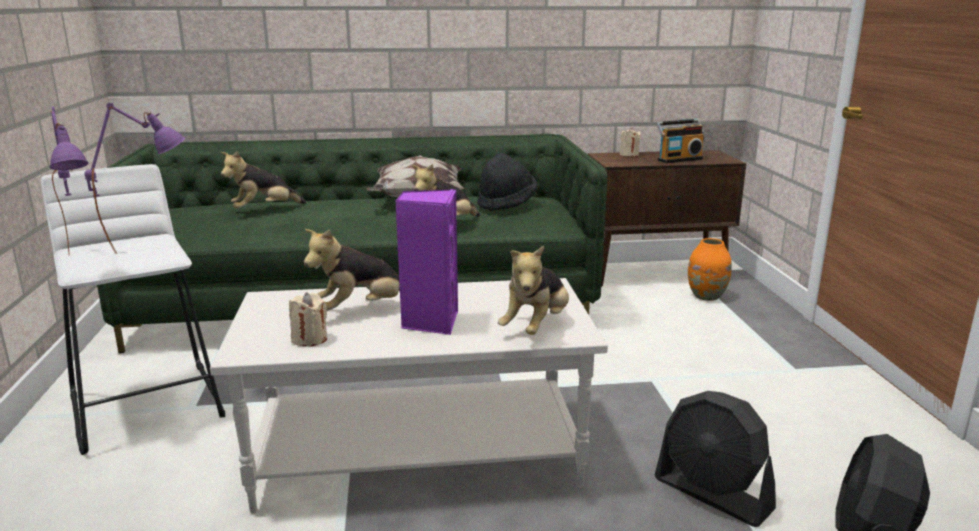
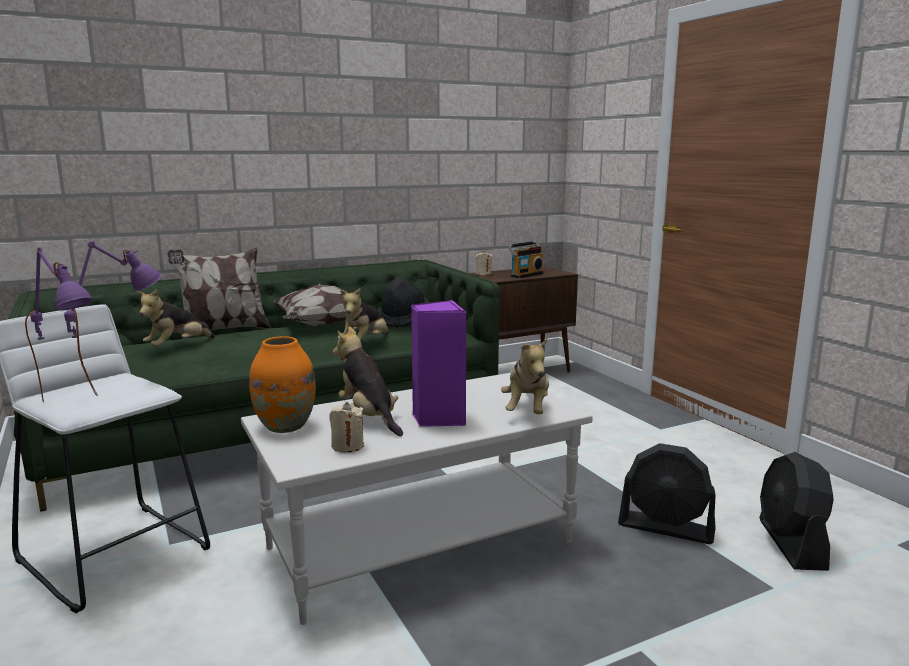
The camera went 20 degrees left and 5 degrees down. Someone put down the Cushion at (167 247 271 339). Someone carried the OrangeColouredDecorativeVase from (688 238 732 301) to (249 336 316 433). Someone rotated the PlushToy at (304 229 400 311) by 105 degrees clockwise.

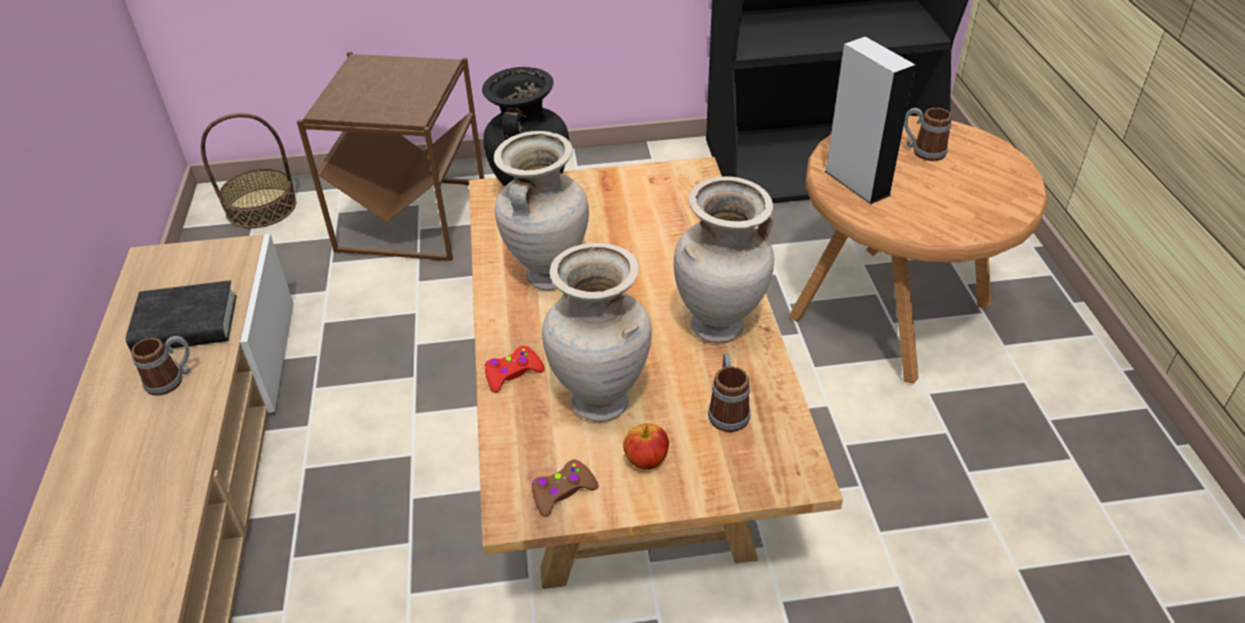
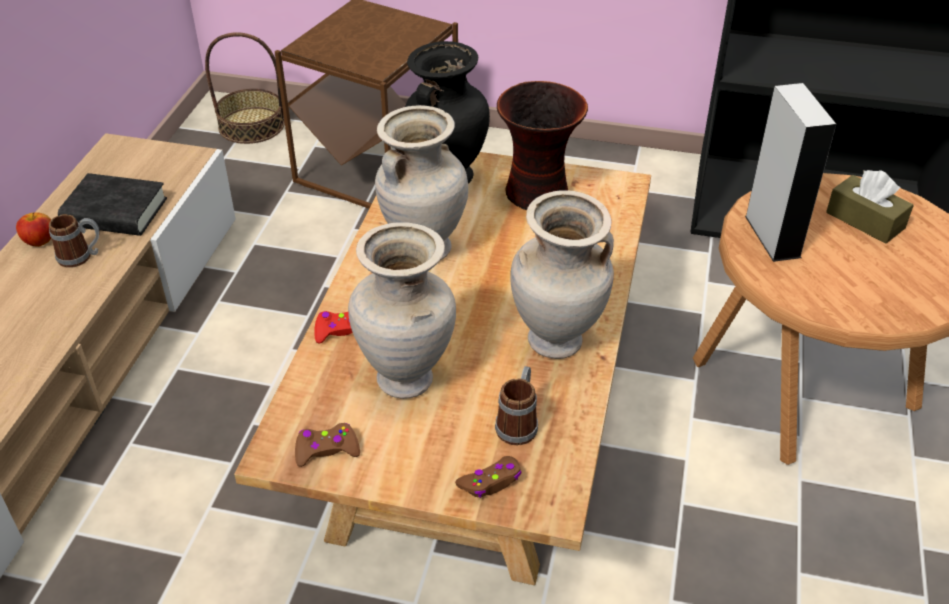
The camera went 20 degrees right and 0 degrees up. Someone carried the WholeApple from (623 423 669 470) to (16 212 51 247). Someone put down the BrownishGameController at (455 456 521 498). Someone put down the DecorativeVase at (497 81 588 210). Someone swapped the Mug at (904 108 952 161) for the BrownishBoxOfTissues at (826 170 914 244).

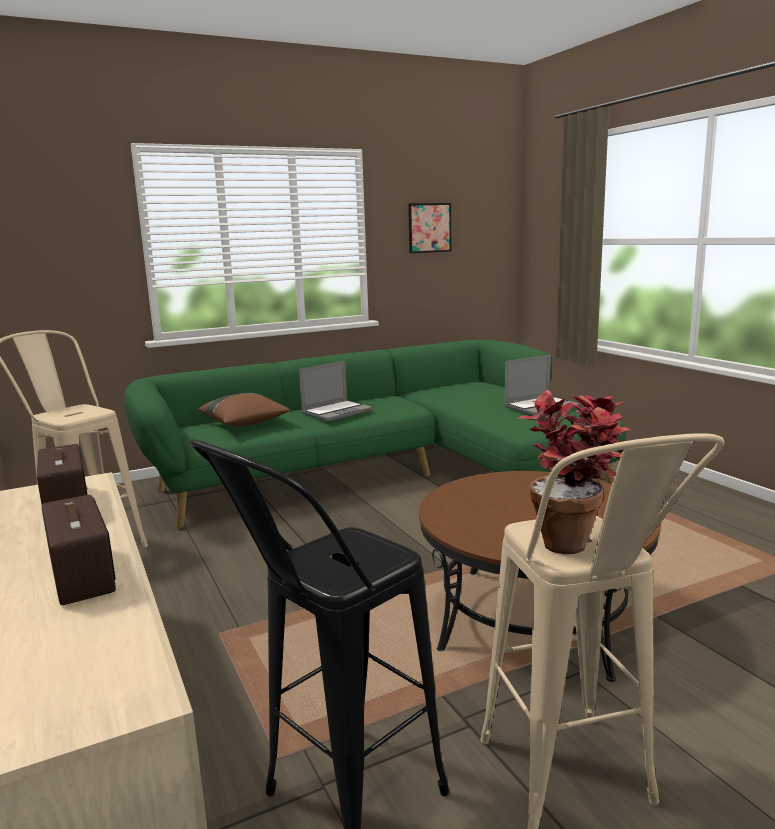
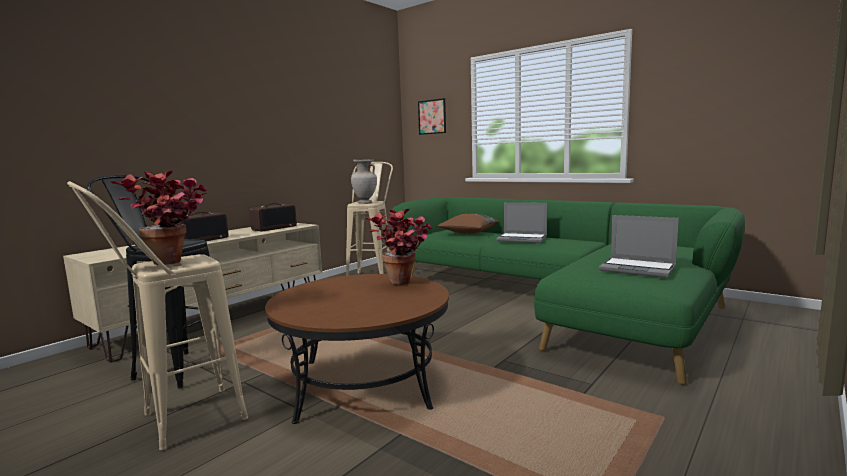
The camera went 65 degrees right and 5 degrees down. Someone put down the BeigeDecorativeVase at (351 159 377 204). Someone put down the PlantInAPot at (365 208 433 285). Someone carried the WallPicture from (408 203 451 253) to (418 98 446 135).

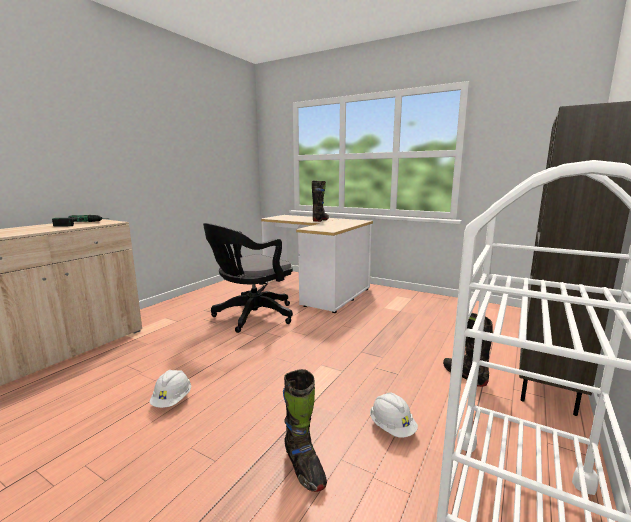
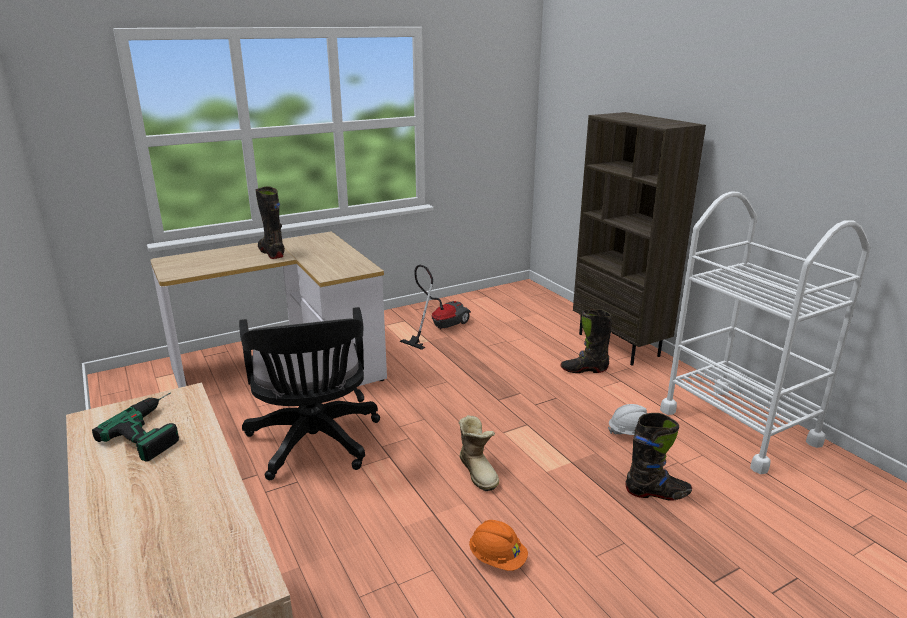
The camera went 60 degrees left and 10 degrees up. Someone put down the Hoover at (400 265 471 350). Someone put down the Boot at (458 415 499 491). Someone repainted the WhiteColouredSafetyHelmet at (150 370 191 408), which became the OrangeColouredSafetyHelmet at (469 520 528 571).

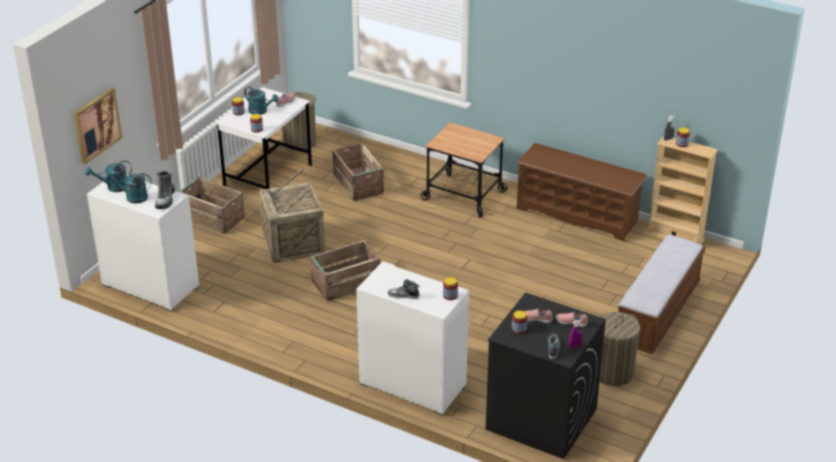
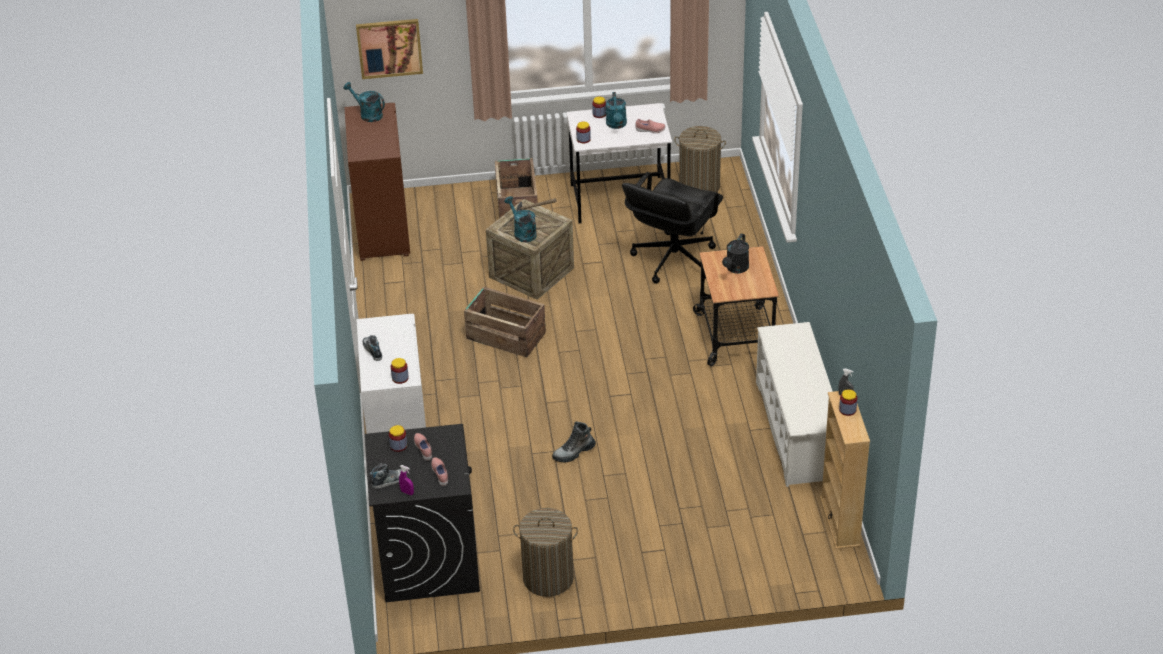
The camera went 55 degrees right and 5 degrees up. Someone repainted the WhiteColouredStorageCabinet at (87 174 199 312), which became the BrownishStorageCabinet at (344 103 410 261). Someone carried the BlueGreenSprinklingCan from (104 173 151 204) to (504 196 537 242). Someone carried the Boot from (155 171 175 209) to (552 422 596 463). Someone swapped the PackingCrate at (332 143 384 201) for the BlackComputerChair at (622 172 723 284). Someone put down the BlackSprinklingCan at (722 234 749 273). Someone repainted the BrownishShoeRack at (516 143 648 242), which became the WhiteColouredShoeRack at (756 322 833 487). Someone took away the LongSeat at (618 235 705 354).

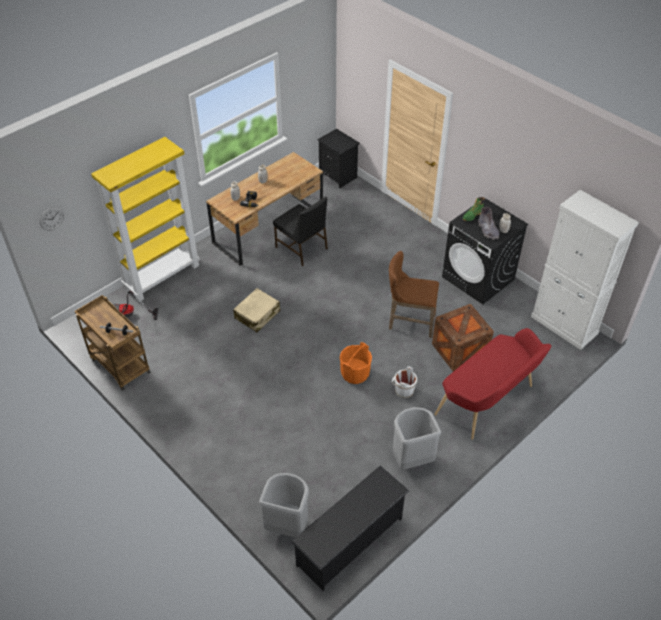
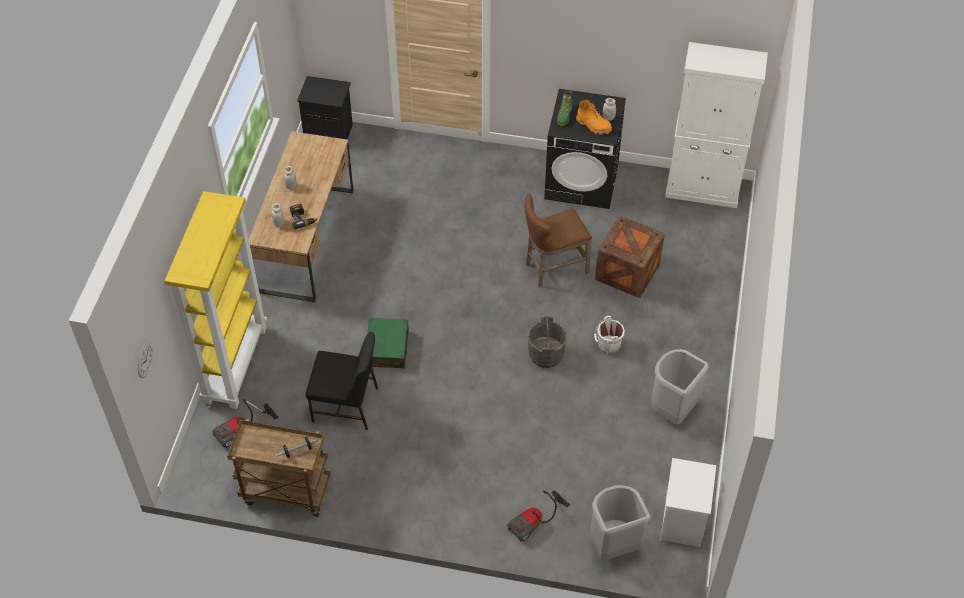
The camera went 35 degrees left and 5 degrees up. Someone carried the BlackChair from (273 197 328 266) to (306 332 378 430). Someone repainted the BeigePieceOfLuggage at (233 288 280 332), which became the GreenishPieceOfLuggage at (367 318 409 369). Someone put down the Hoover at (507 490 570 542). Someone repainted the OrangeColouredBucket at (340 342 372 384), which became the GreyishBucket at (528 316 567 368). Someone repainted the GreyishBoot at (478 207 499 240), which became the OrangeColouredBoot at (576 100 612 135). Someone swapped the BlackShoeRack at (291 466 409 591) for the WhiteColouredNightstand at (660 458 716 547). Someone took away the ReddishLongSeat at (434 328 551 440).

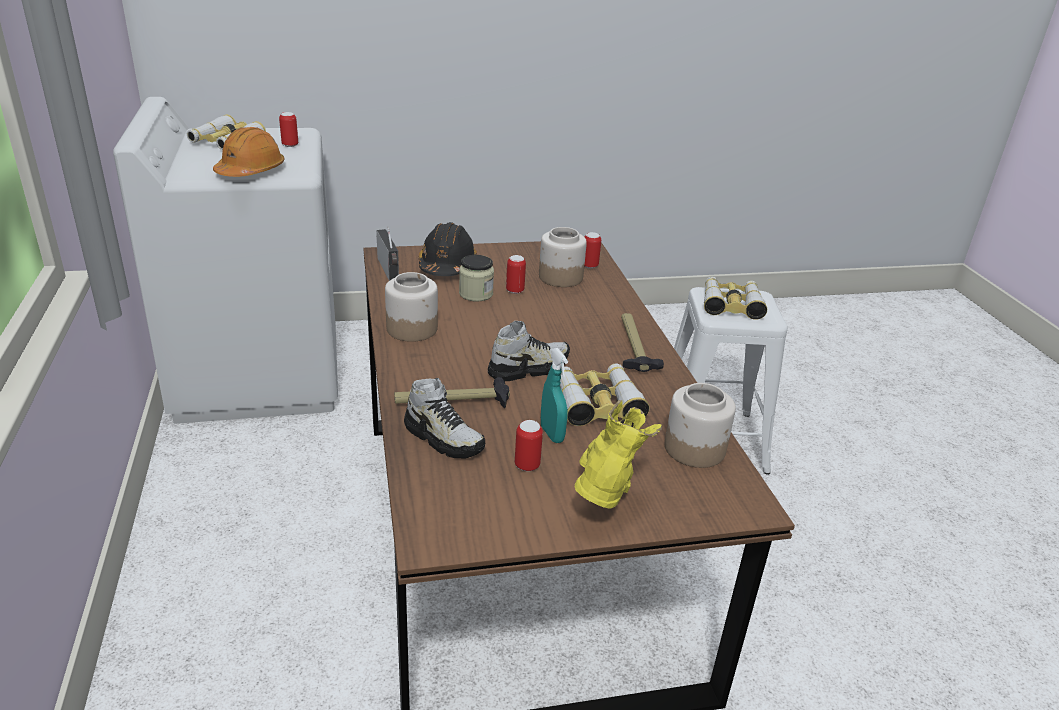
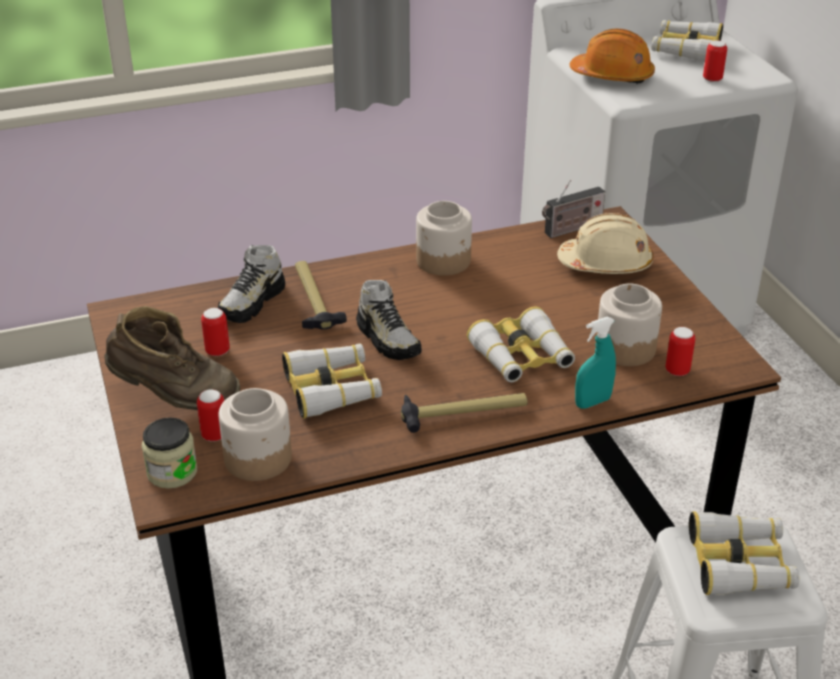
The camera went 85 degrees right and 5 degrees up. Someone repainted the YellowBoot at (575 400 662 509), which became the BrownishBoot at (104 306 240 410). Someone carried the StorageJar from (459 255 494 302) to (142 417 197 489). Someone carried the MetalCan from (506 255 526 294) to (197 389 224 442). Someone put down the PairOfBinoculars at (467 306 575 382). Someone repainted the BlackSafetyHelmet at (419 222 477 276), which became the BeigeSafetyHelmet at (557 213 654 274). Someone carried the BlueGreenHandSprayer from (541 348 568 443) to (575 317 616 409).

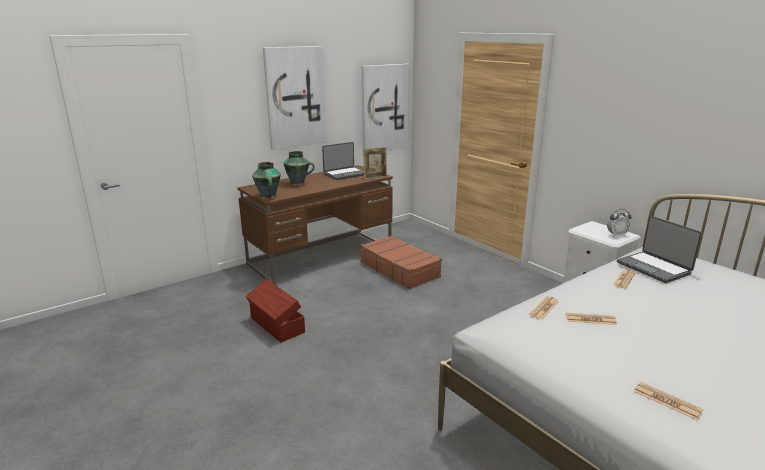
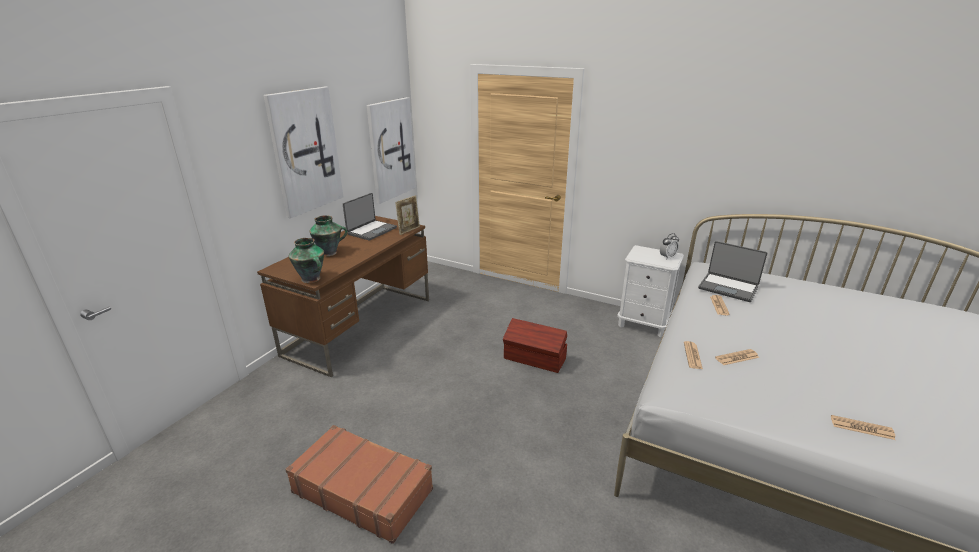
The camera went 25 degrees left and 5 degrees up. Someone carried the BrownishPieceOfLuggage from (360 236 442 289) to (285 425 433 544). Someone carried the BrownishStorageContainer from (245 279 305 343) to (503 318 567 373).

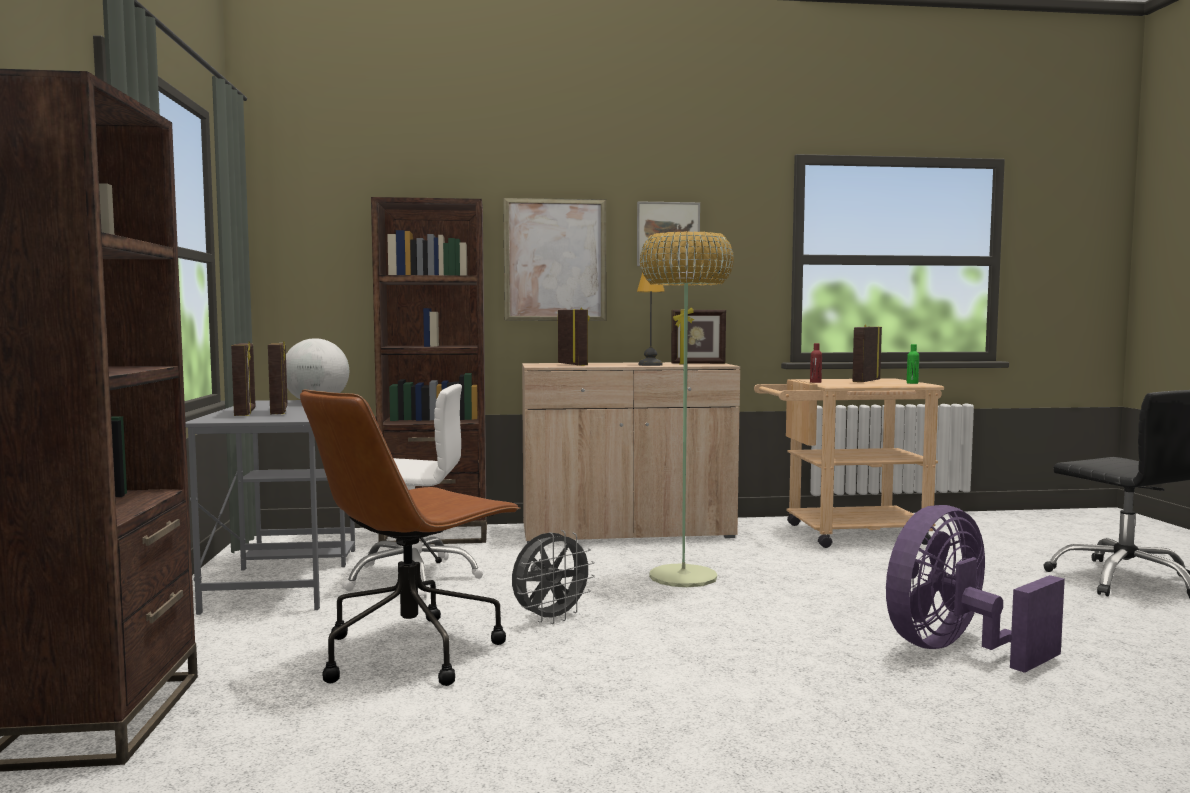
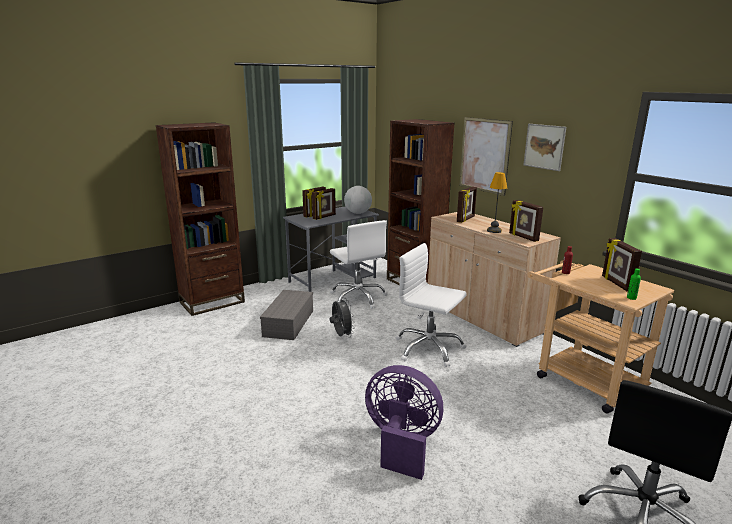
The camera went 60 degrees right and 15 degrees up. Someone swapped the BrownishComputerChair at (300 389 520 686) for the GreyishStorageContainer at (260 290 313 340). Someone rotated the GreyishElectricFan at (512 530 595 624) by 135 degrees counterclockwise. Someone swapped the FloorLamp at (640 231 734 587) for the WhiteColouredComputerChair at (396 243 467 367). Someone rotated the PictureFrame at (852 325 882 382) by 105 degrees counterclockwise.

